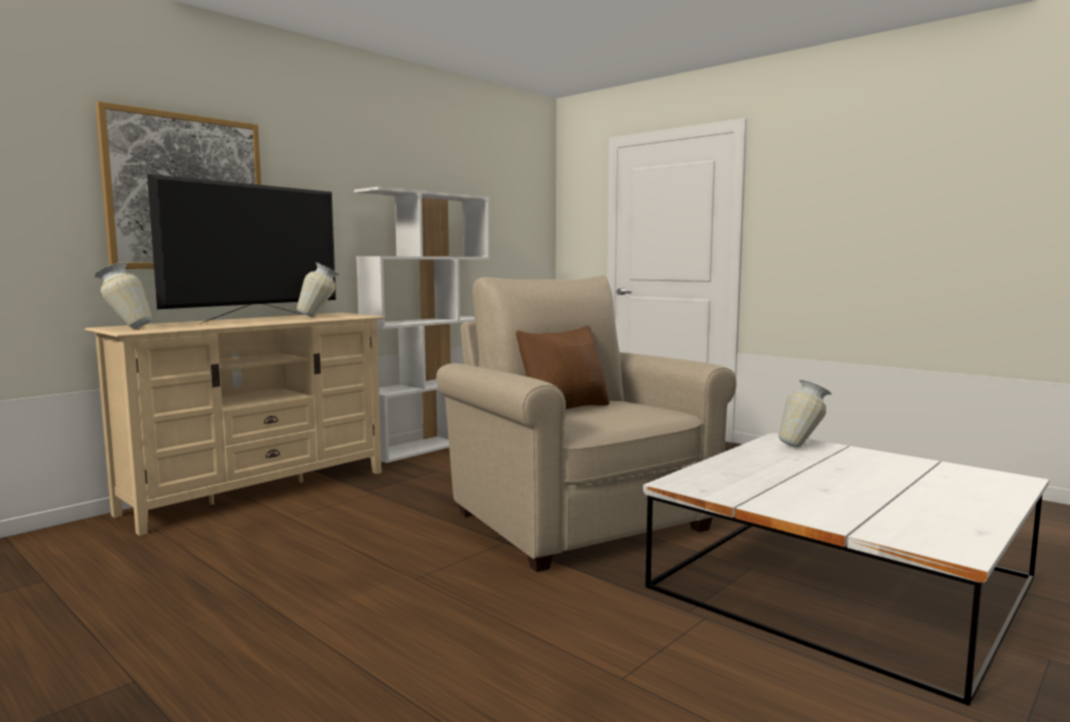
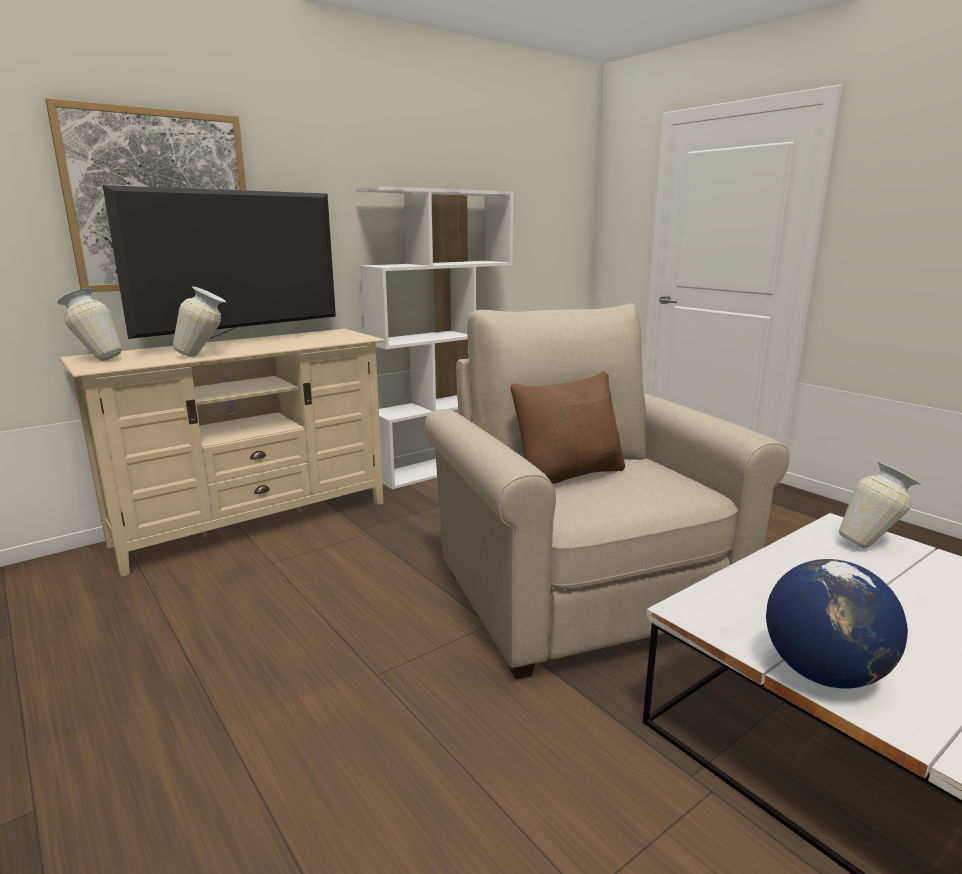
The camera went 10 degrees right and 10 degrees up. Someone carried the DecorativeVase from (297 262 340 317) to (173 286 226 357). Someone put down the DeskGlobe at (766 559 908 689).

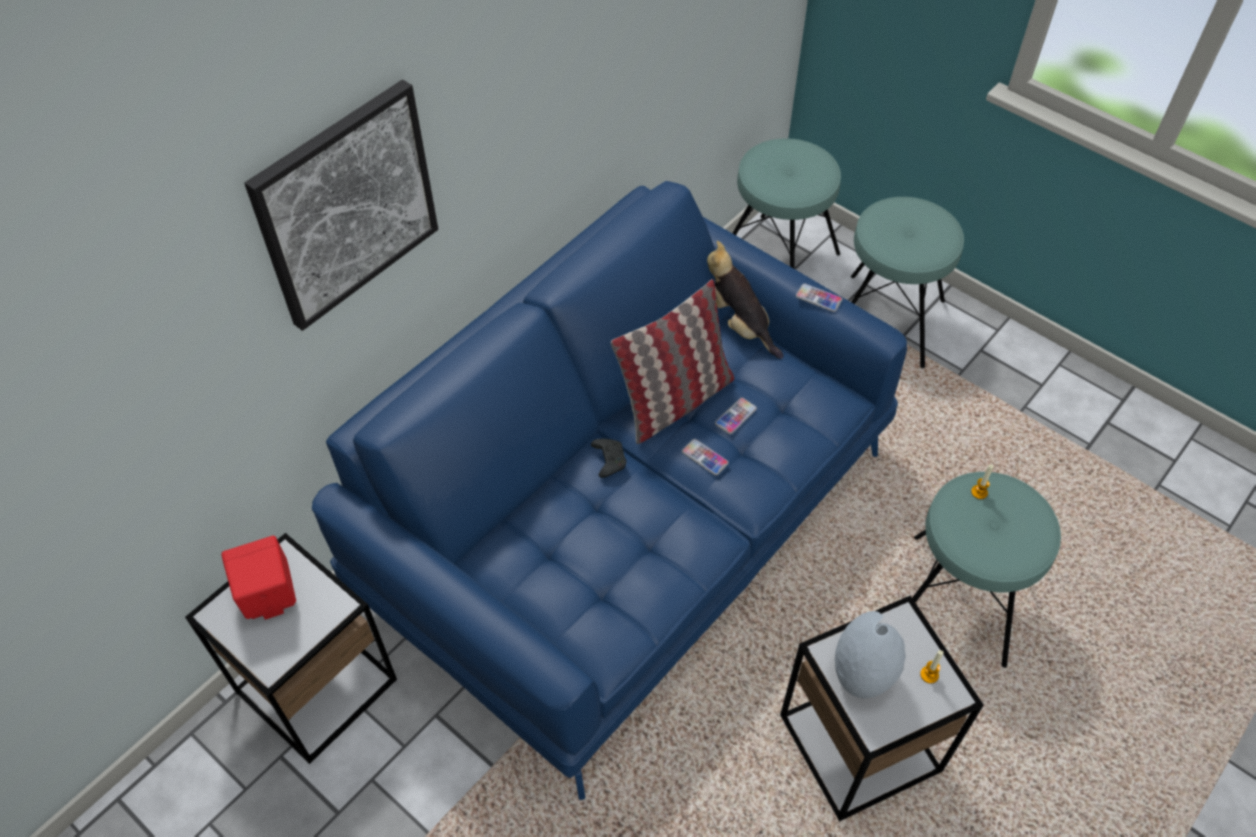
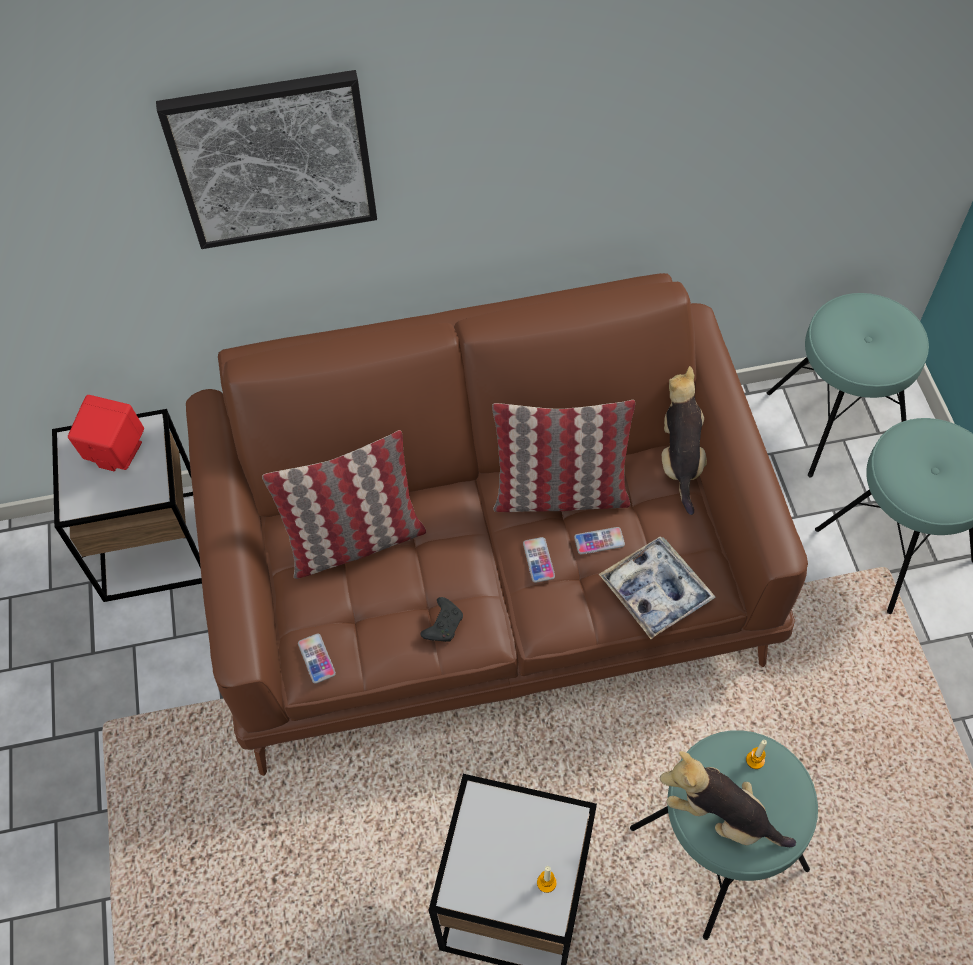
The camera went 40 degrees right and 5 degrees up. Someone repainted the BluishCouch at (312 181 907 800), which became the BrownishCouch at (186 273 808 776). Someone put down the Cushion at (262 430 426 579). Someone carried the Handset from (796 284 842 312) to (298 634 336 684). Someone carried the BlackGameController from (591 439 626 478) to (421 597 463 642). Someone put down the Tray at (599 537 716 639). Someone put down the PlushToy at (660 751 796 847). Someone took away the GreyishDecorativeVase at (835 611 906 698).

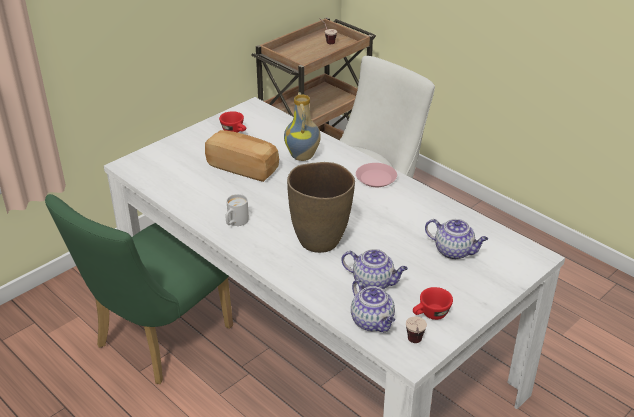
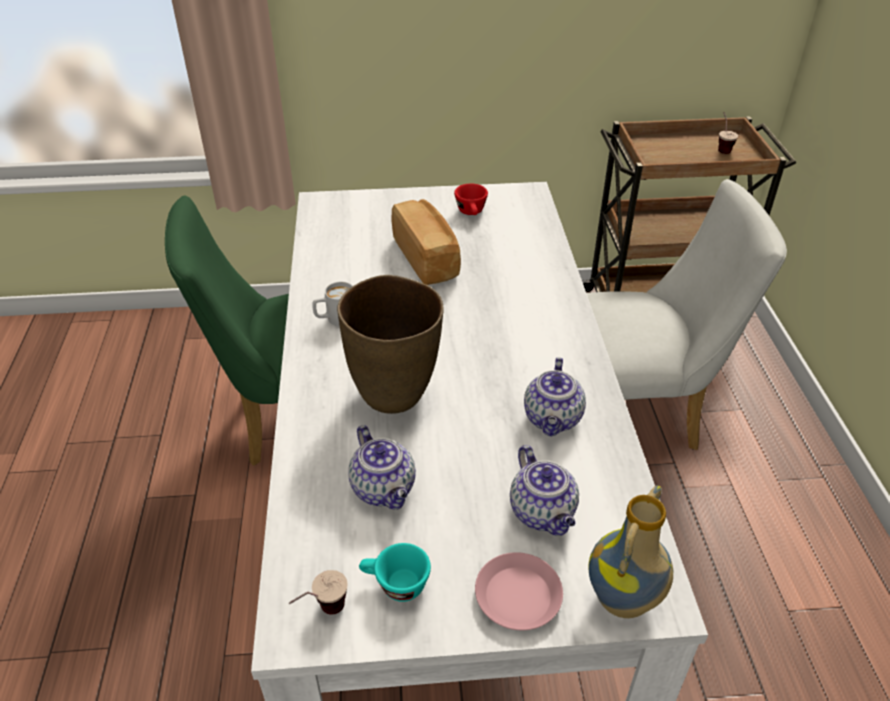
The camera went 40 degrees right and 5 degrees up. Someone repainted the ReddishSmallCup at (413 287 453 320), which became the BlueGreenSmallCup at (359 543 431 602). Someone carried the PinkFlatDish from (356 163 397 187) to (475 552 563 630). Someone carried the PotForTea from (351 279 395 332) to (524 357 586 436). Someone carried the DecorativeVase from (284 92 321 161) to (588 485 673 618).

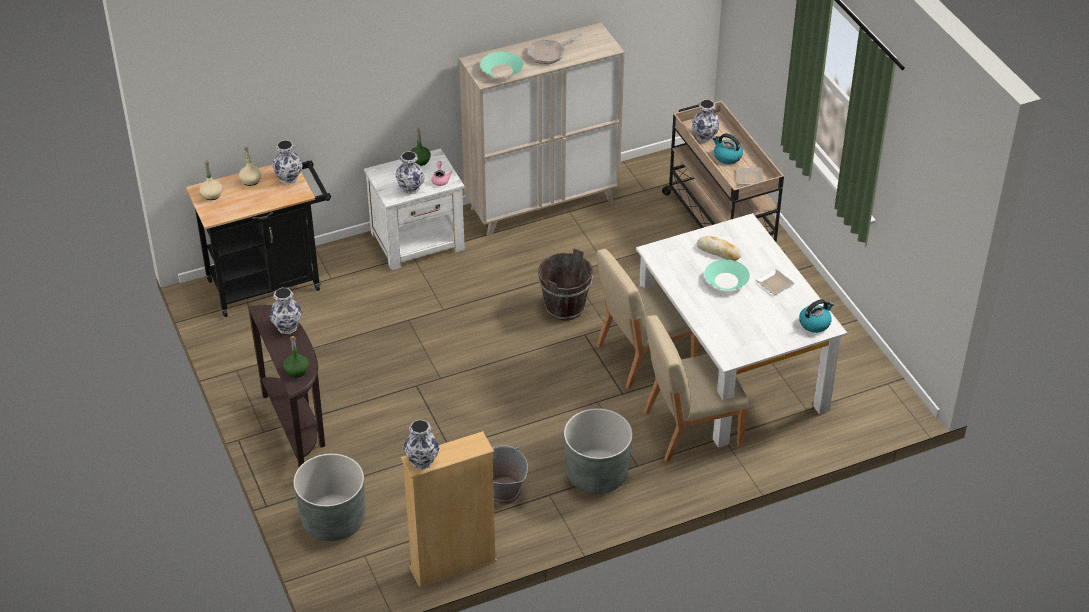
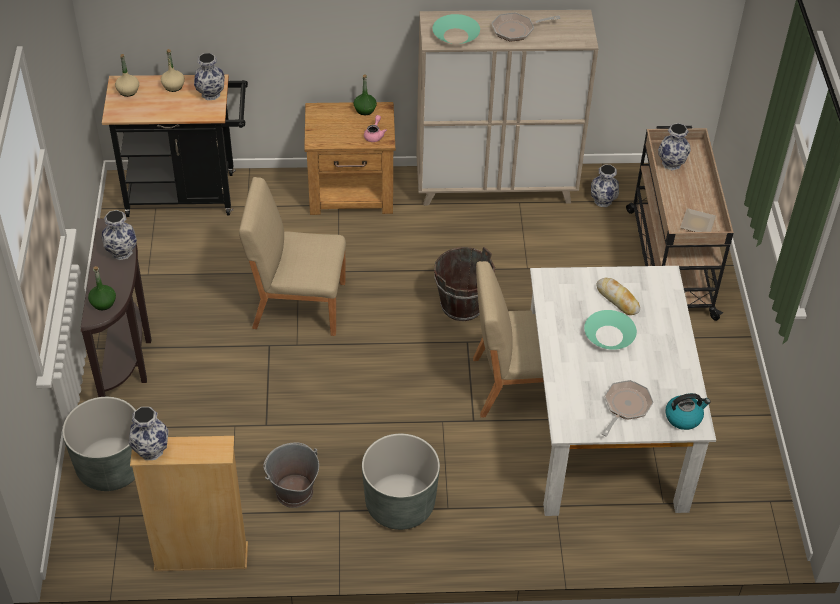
The camera went 20 degrees right and 5 degrees up. Someone carried the BeigeChair from (644 315 749 462) to (239 177 346 336). Someone repainted the WhiteColouredNightstand at (364 148 465 270), which became the BrownishNightstand at (304 102 395 215). Someone carried the DecorativeVase from (395 151 425 195) to (591 164 619 207). Someone put down the Skillet at (601 380 654 437). Someone took away the WaterKettle at (713 134 743 164). Someone took away the FlatDish at (756 269 795 295).

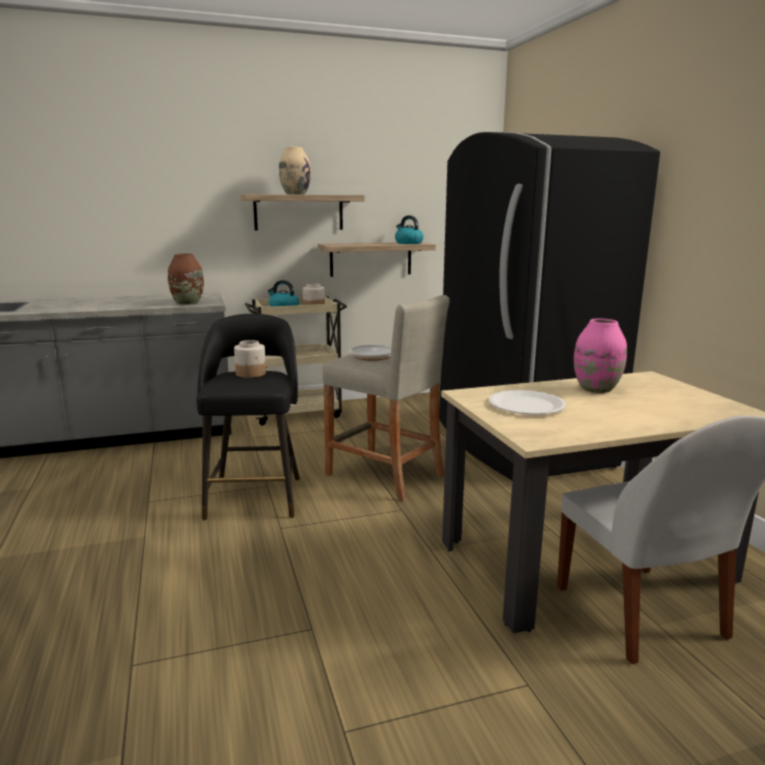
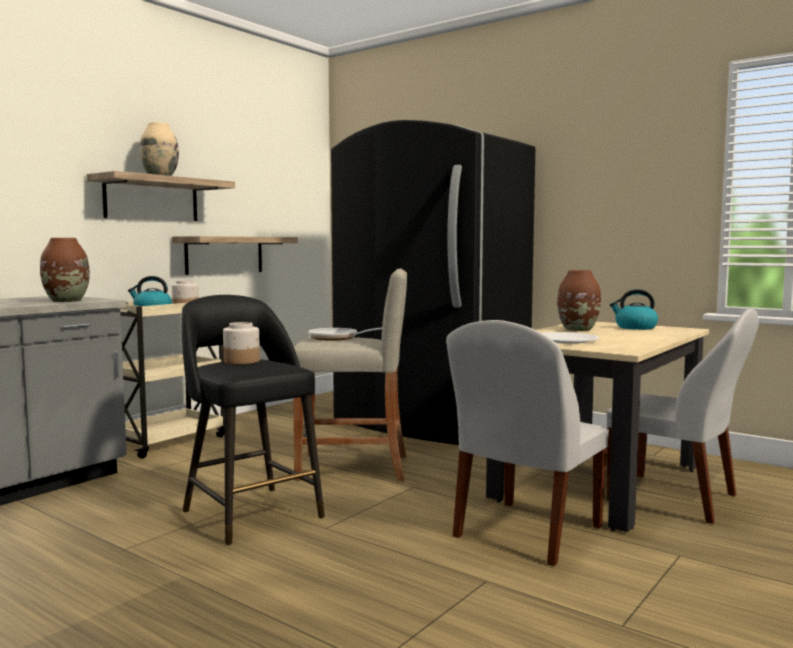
The camera went 35 degrees left and 10 degrees down. Someone put down the WhiteColouredChair at (446 320 609 566). Someone repainted the PinkDecorativeVase at (574 318 627 393), which became the BrownishDecorativeVase at (557 270 601 331). Someone carried the WaterKettle from (395 215 424 244) to (610 289 658 330).

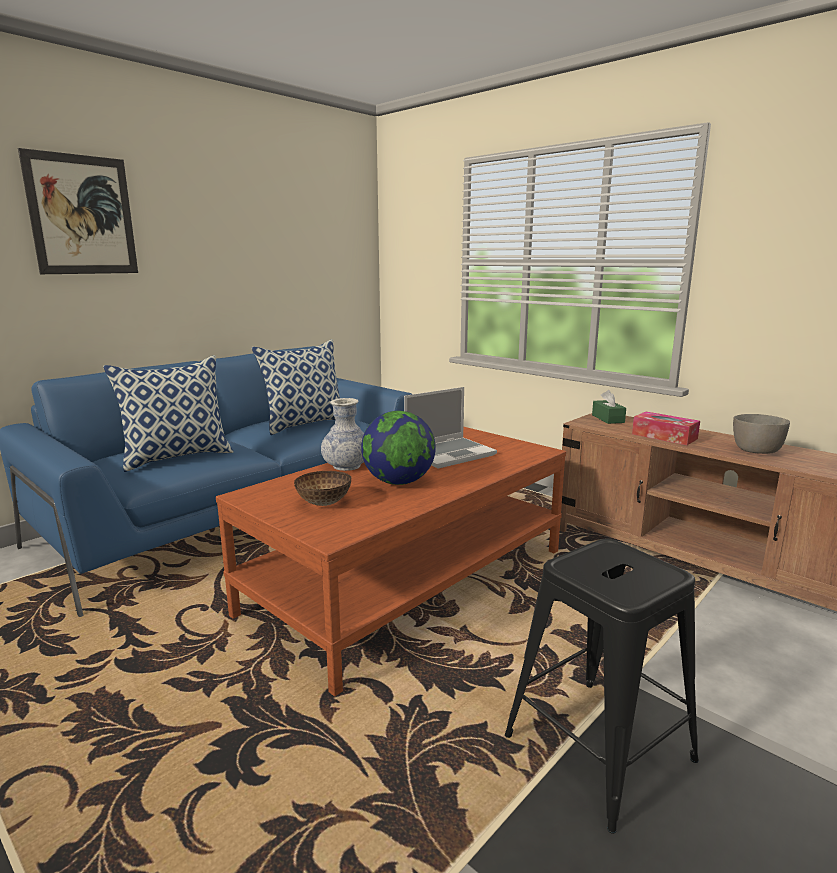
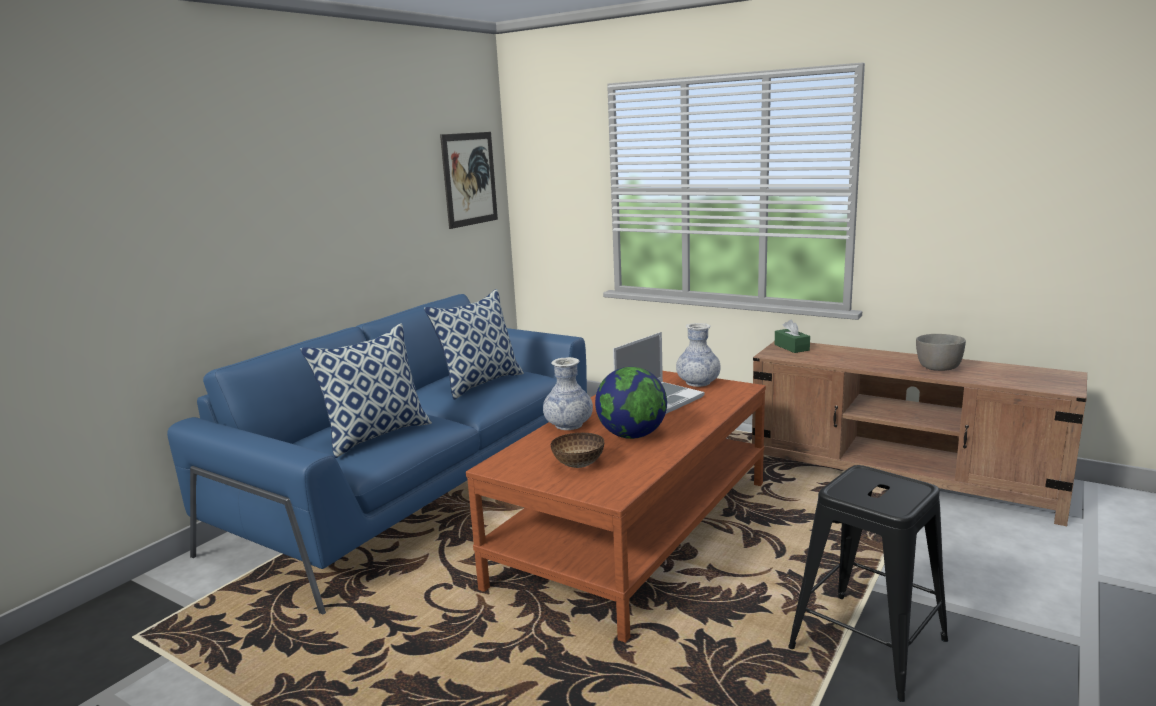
The camera went 10 degrees left and 0 degrees up. Someone carried the WallPicture from (18 148 138 274) to (440 132 498 229). Someone put down the DecorativeVase at (676 323 721 387). Someone took away the BoxOfTissues at (632 412 700 445).

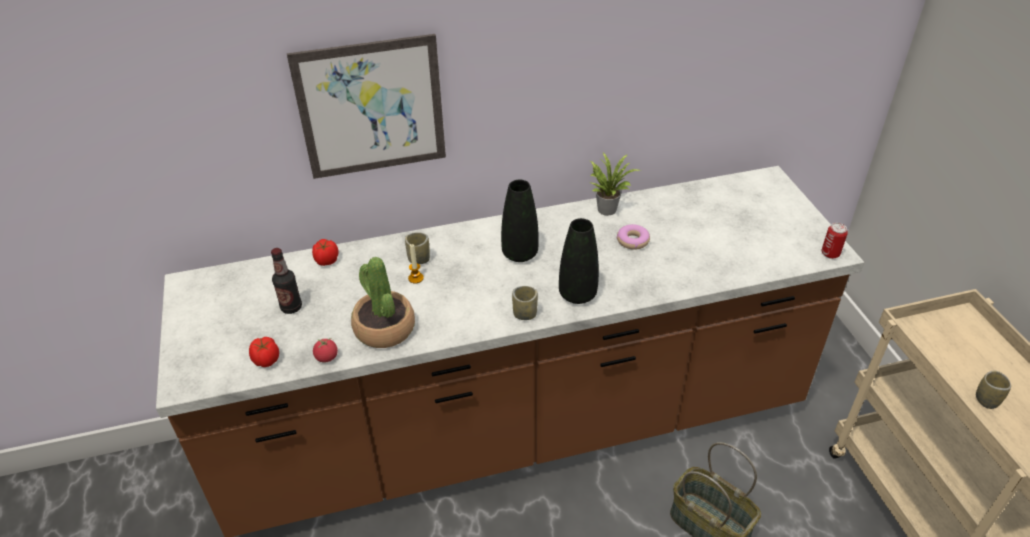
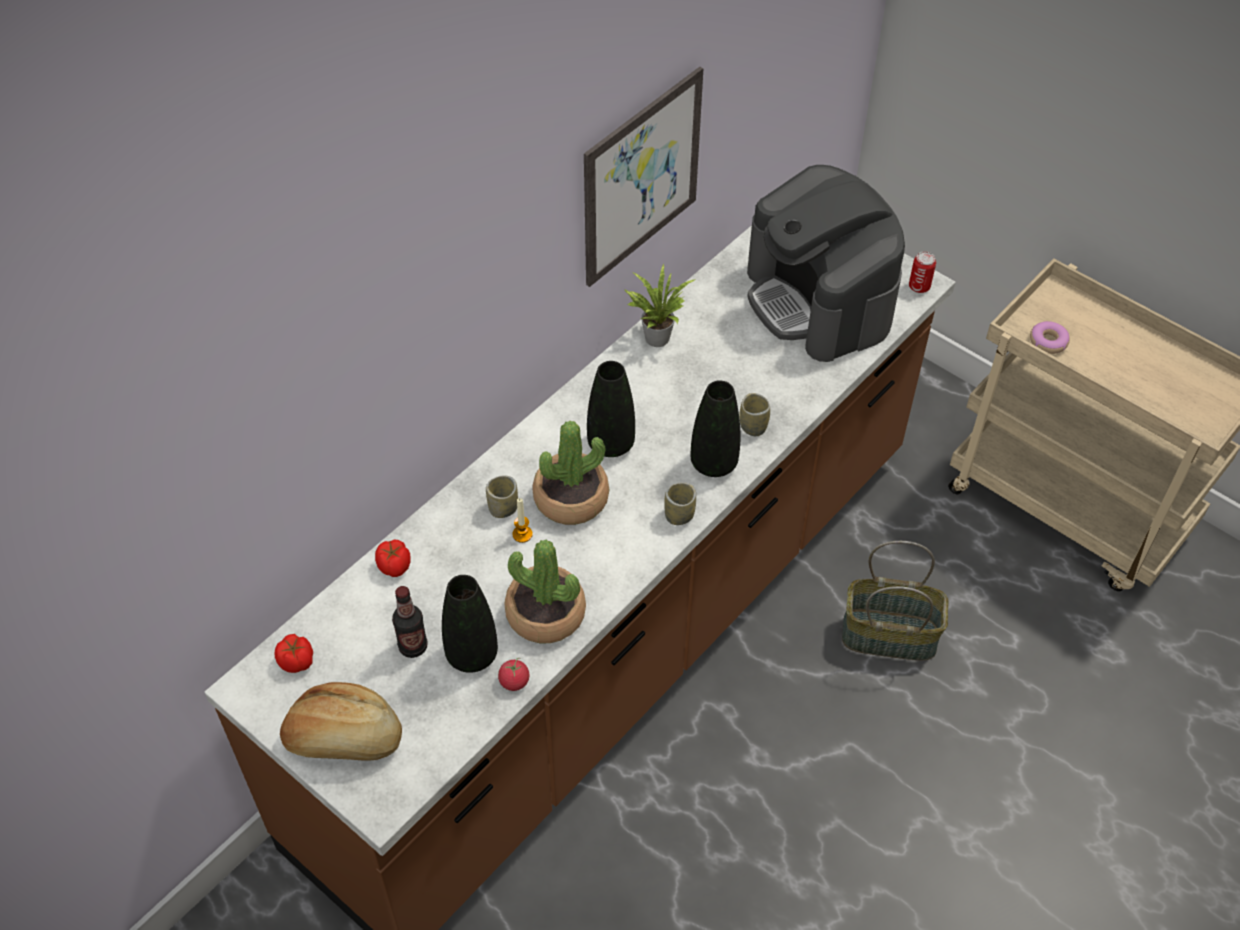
The camera went 35 degrees left and 10 degrees up. Someone carried the FreshTomato from (249 337 279 367) to (274 634 313 673). Someone put down the Bread at (280 682 402 761). Someone put down the BlackDecorativeVase at (442 575 498 673). Someone put down the PlantInAPot at (532 421 609 525). Someone carried the WallPicture from (287 34 446 179) to (584 67 704 287). Someone carried the SmallCup from (976 371 1011 409) to (739 393 770 436). Someone put down the CoffeeBrewer at (747 165 905 362). Someone carried the RingDoughnut from (617 224 650 250) to (1030 321 1070 354).

